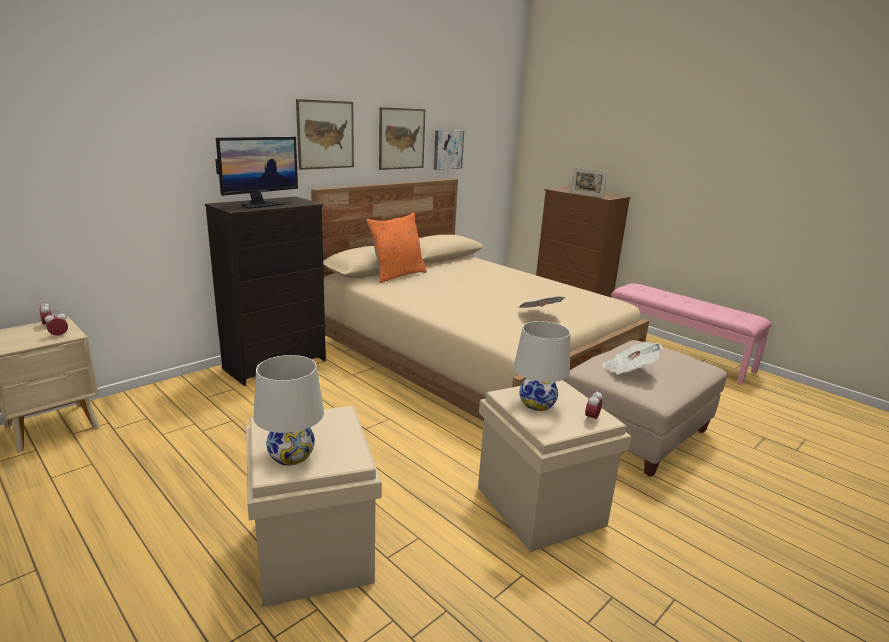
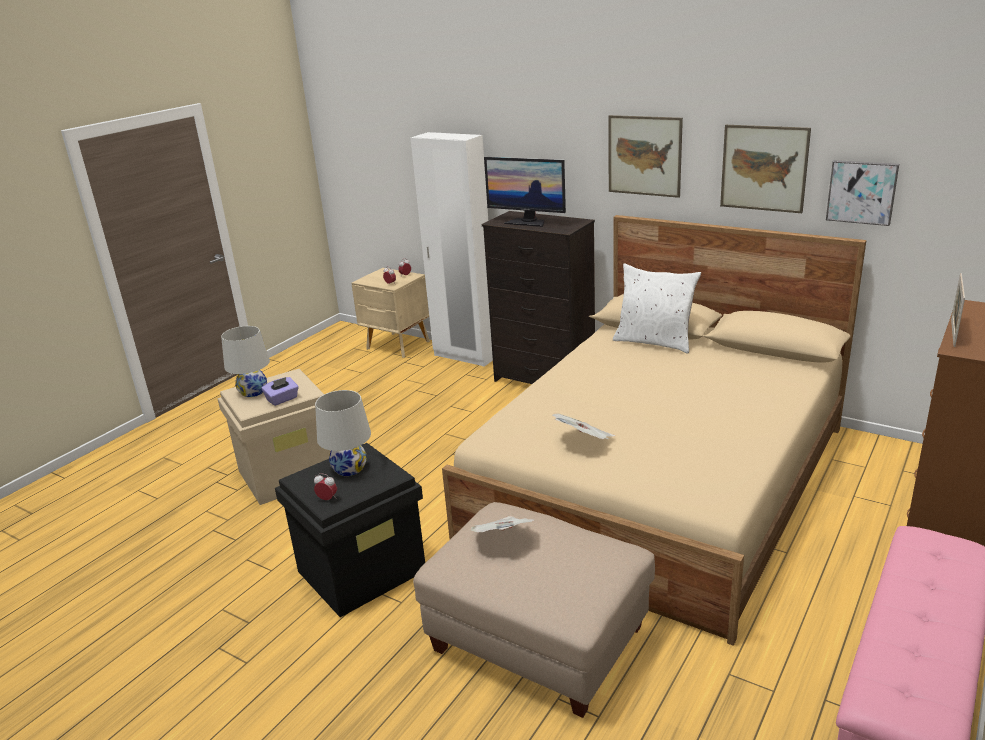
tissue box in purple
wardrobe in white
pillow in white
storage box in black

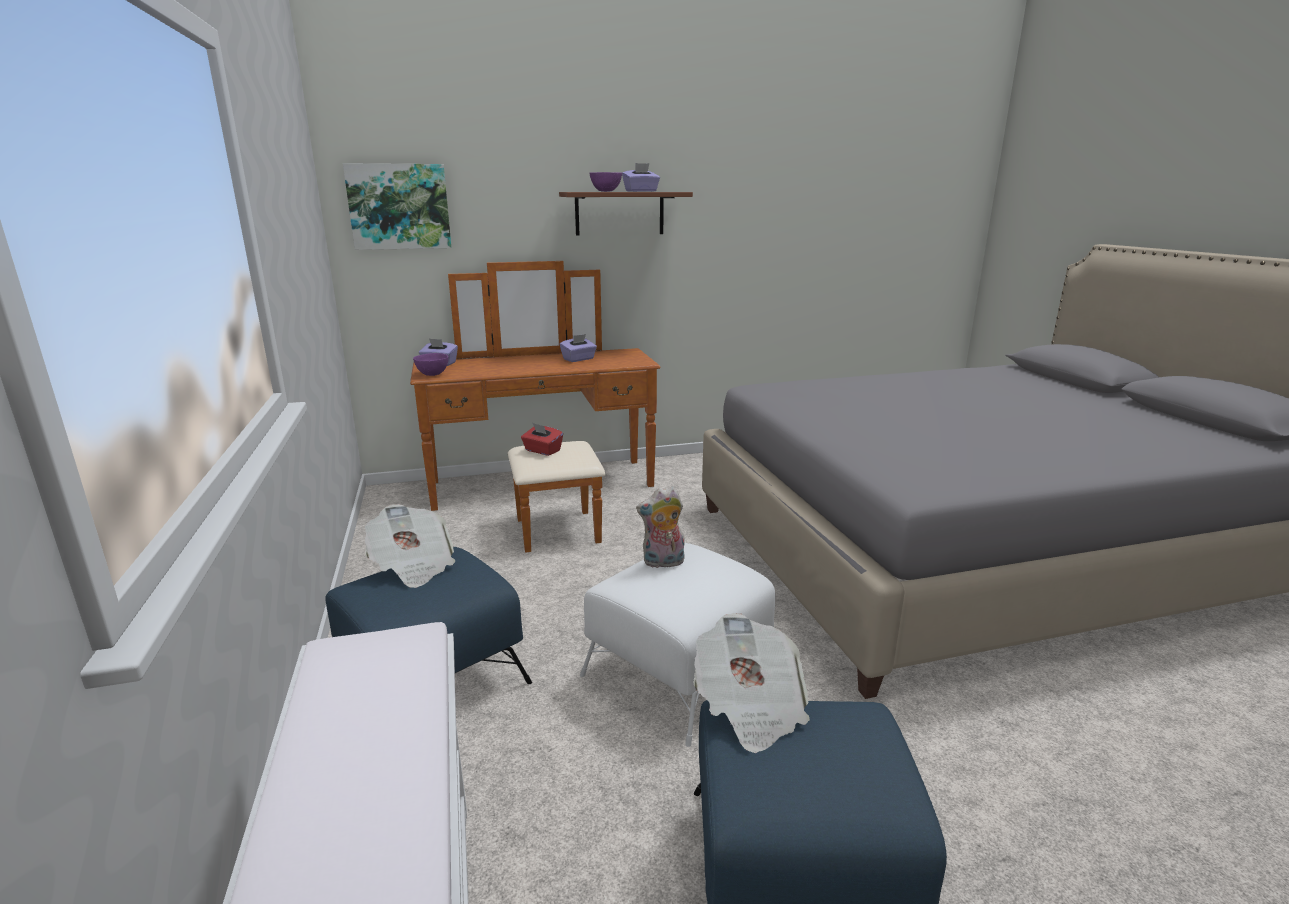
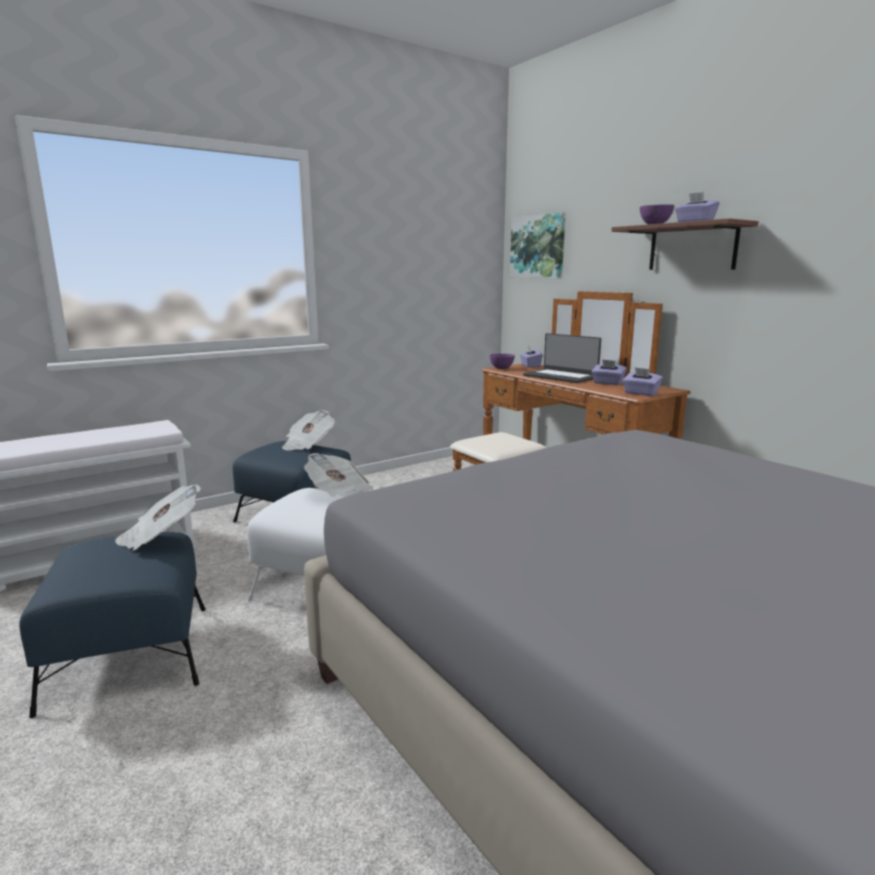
tissue box in red
laptop
tissue box in purple (3rd from left)
newspaper (3rd from left)

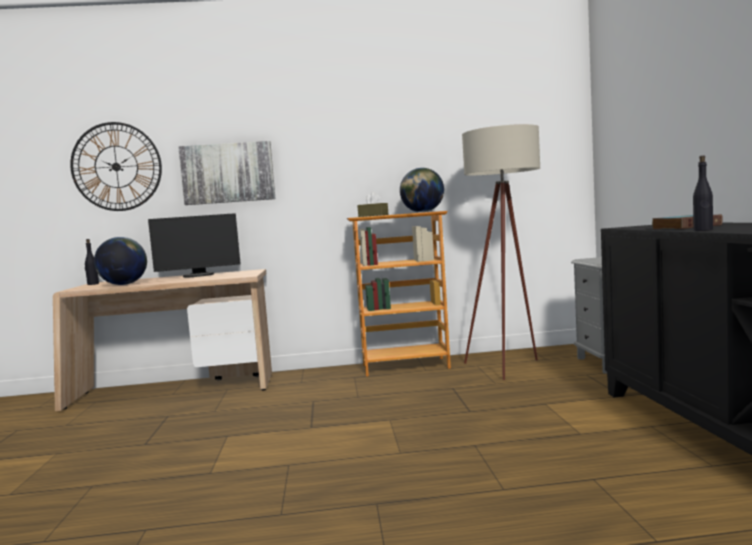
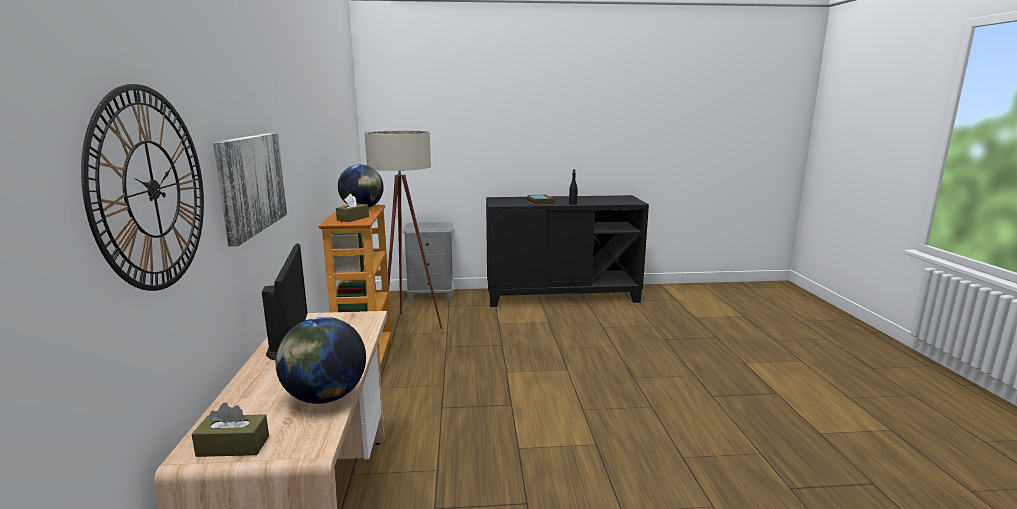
tissue box in brown (1st from left)

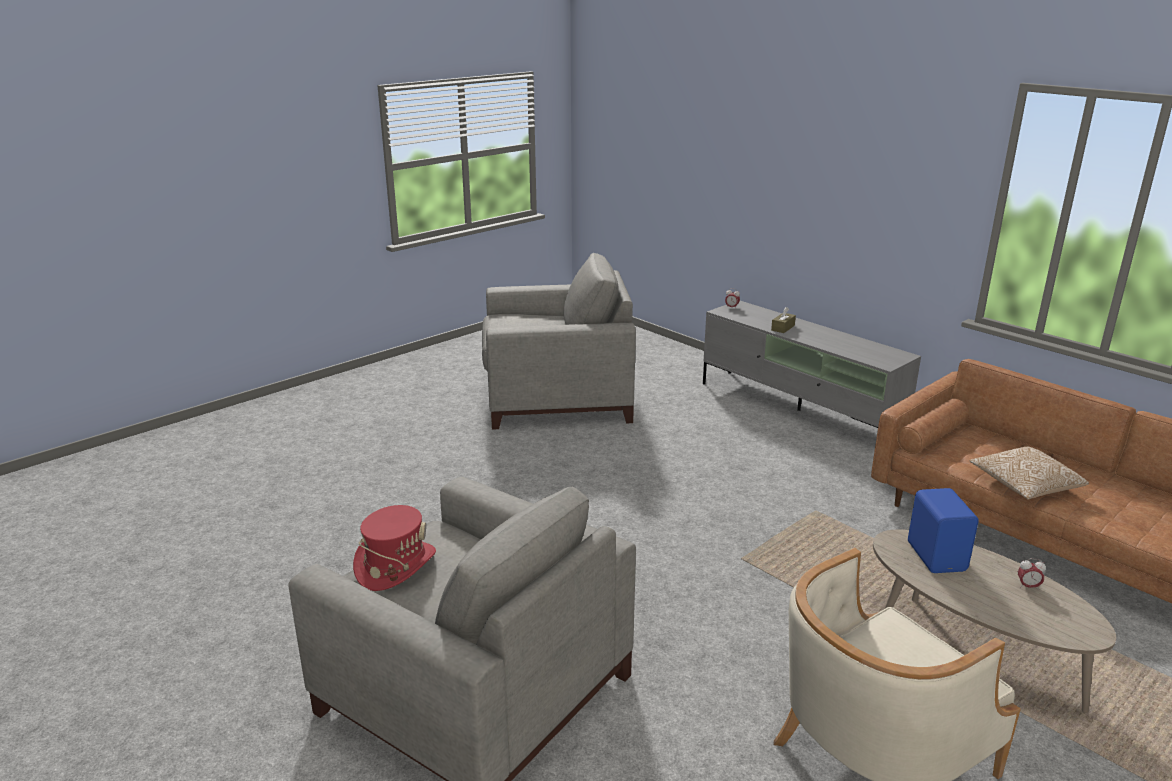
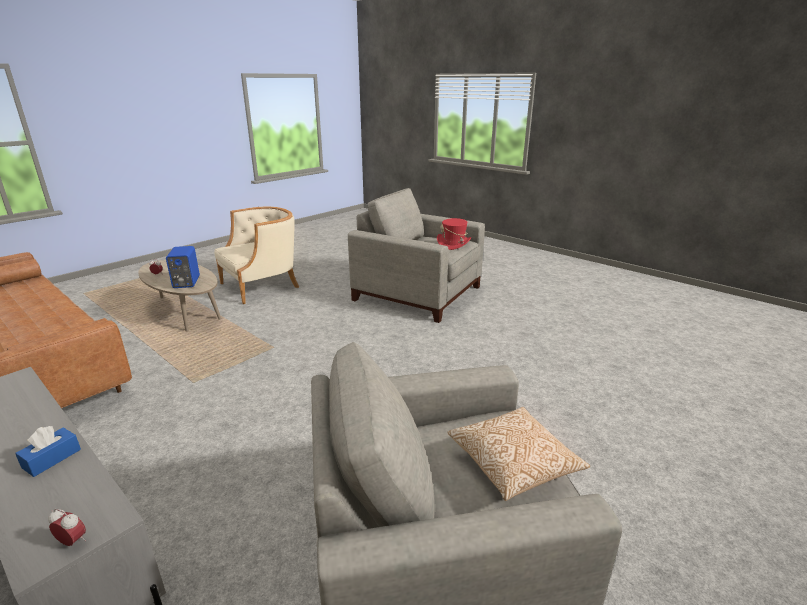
pillow
tissue box in blue

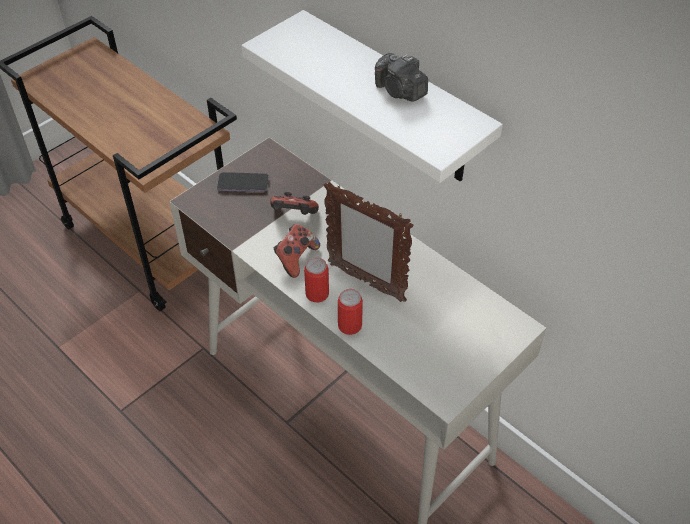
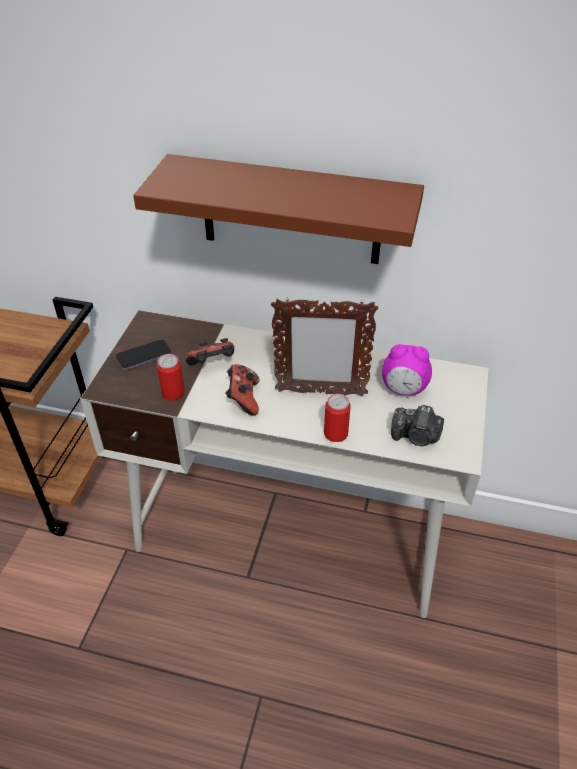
alarm clock
can (1st from left)
photo camera
shelf in brown

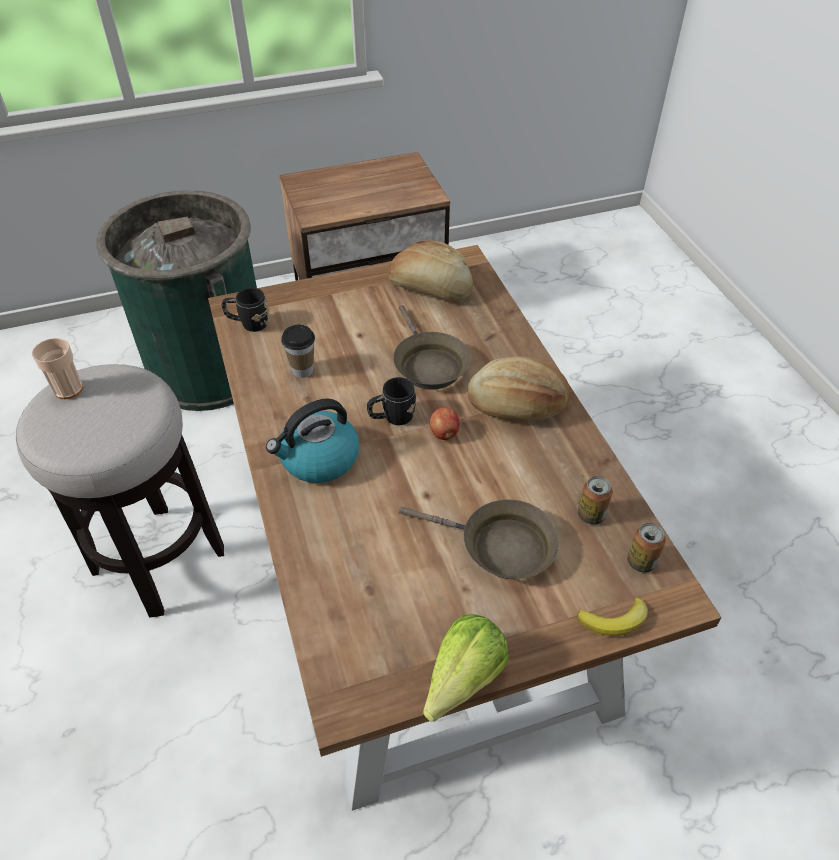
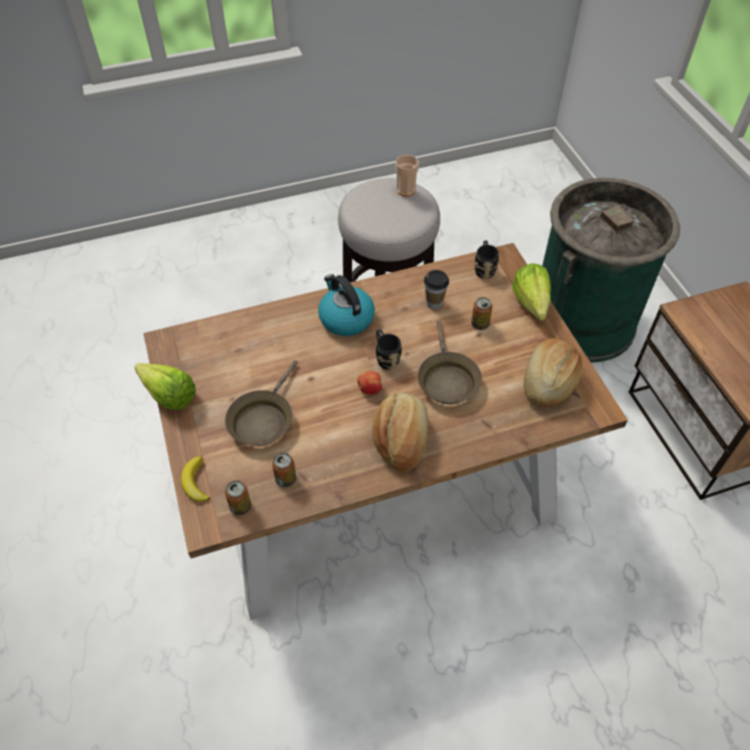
can (3rd from left)
lettuce (2nd from left)
frying pan in brown (2nd from left)

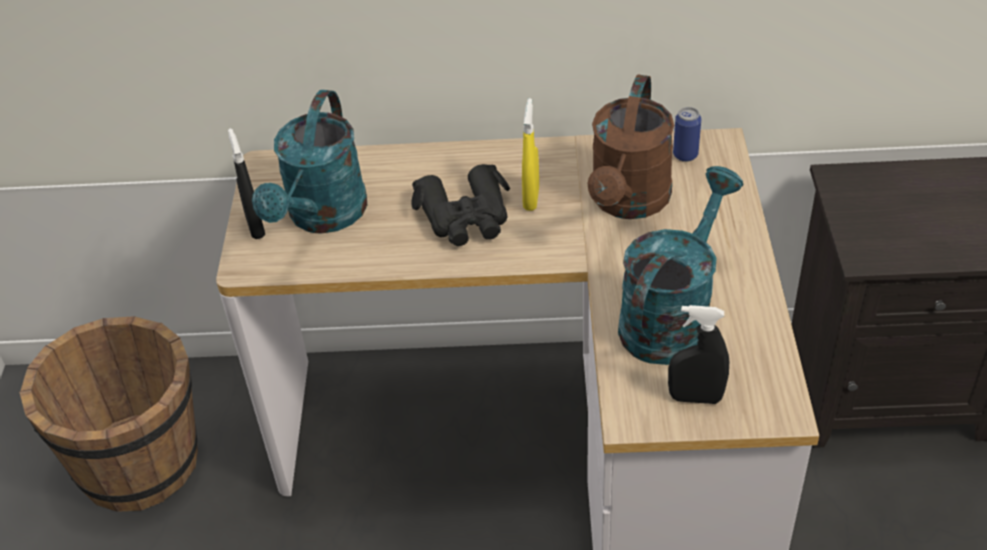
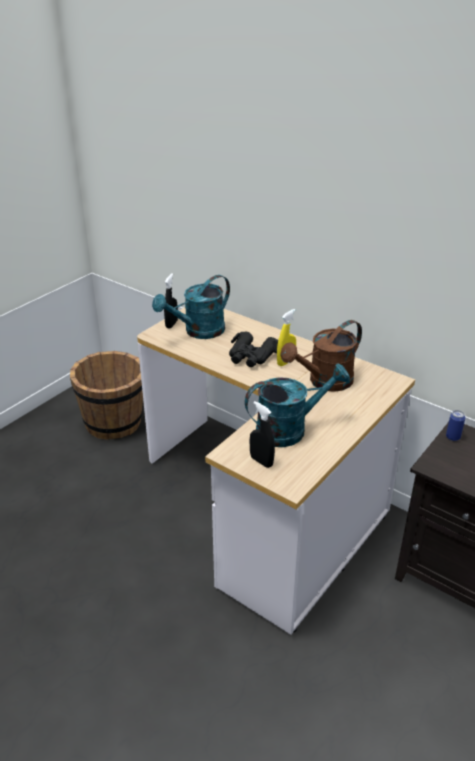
can

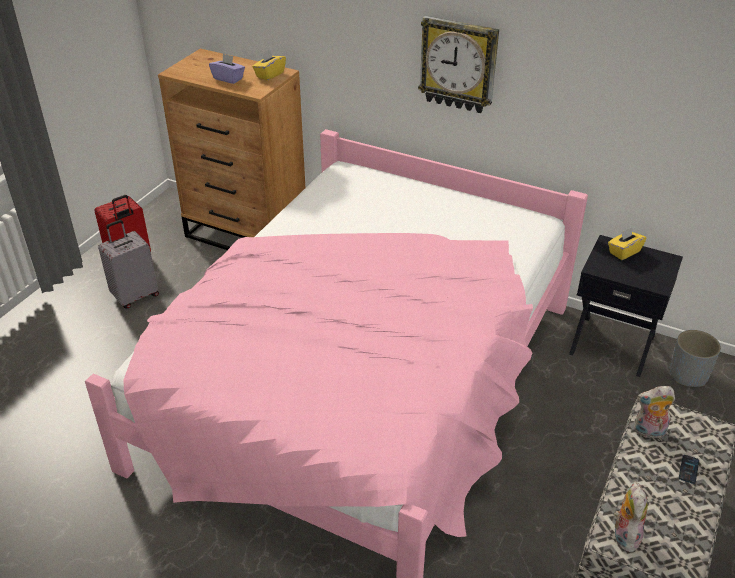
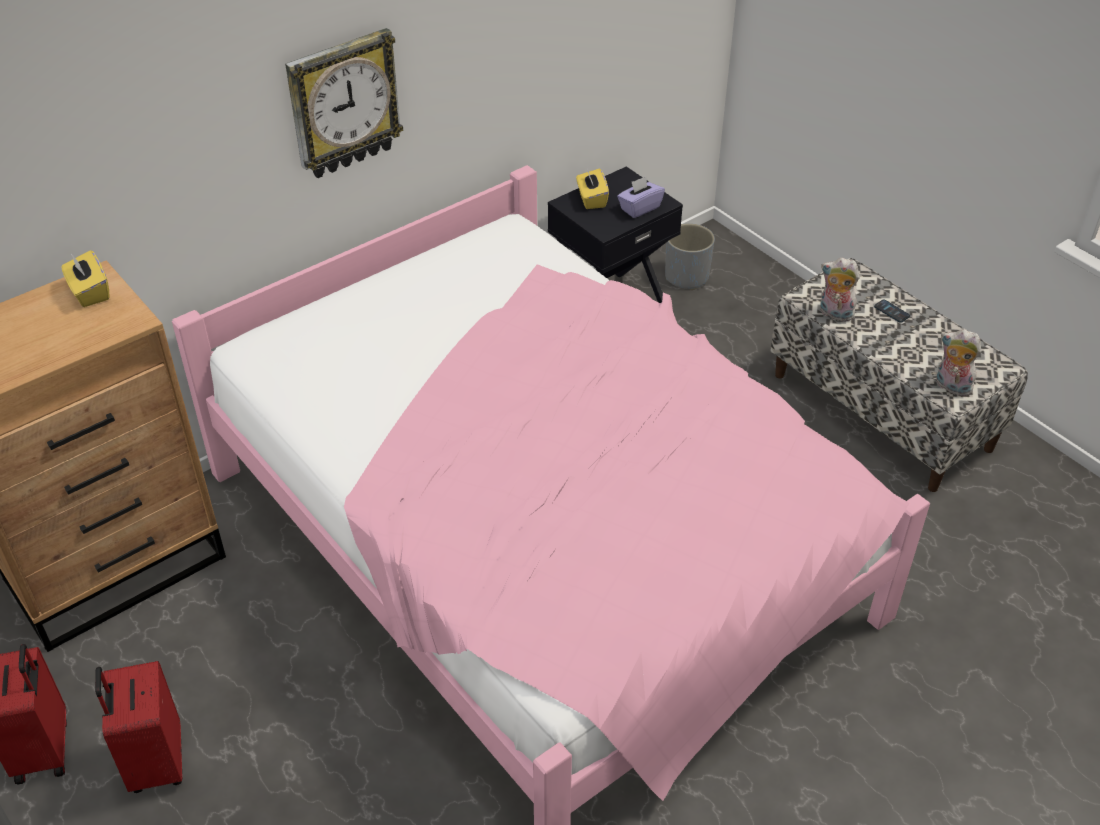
tissue box in purple
suitcase in red (2nd from left)
plush toy (1st from left)

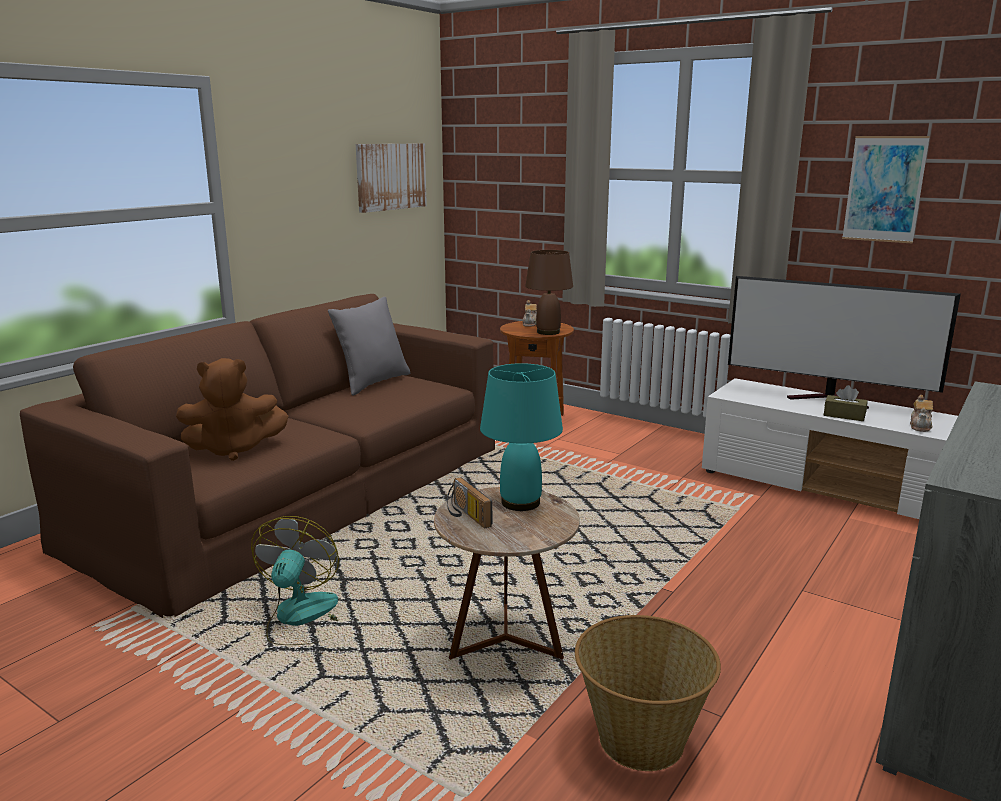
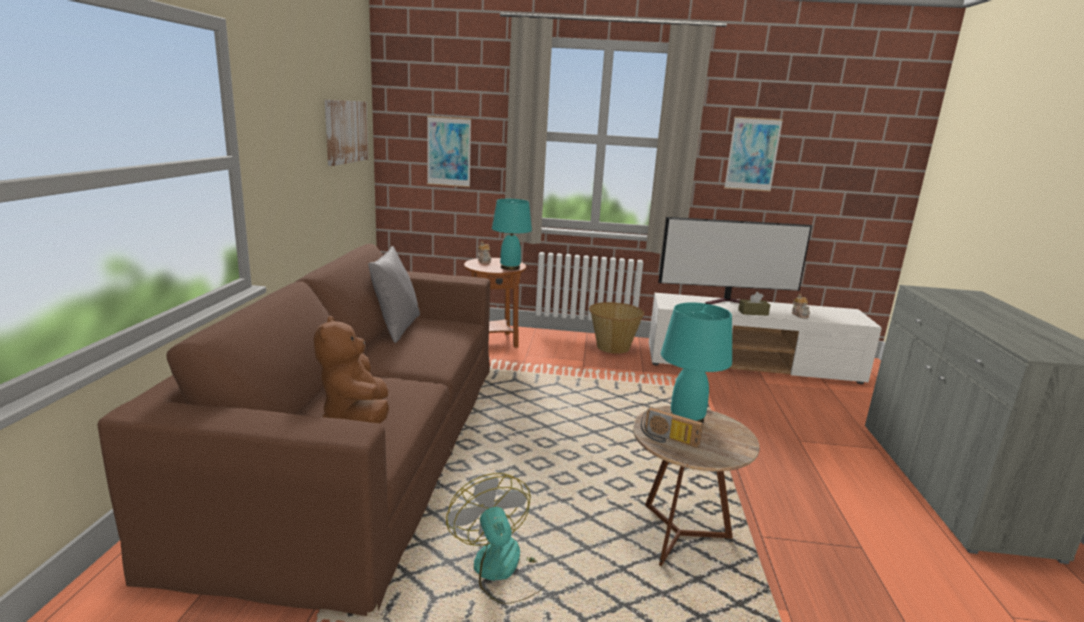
picture (2nd from left)
basket
table lamp in turquoise (1st from left)
plush toy in brown

